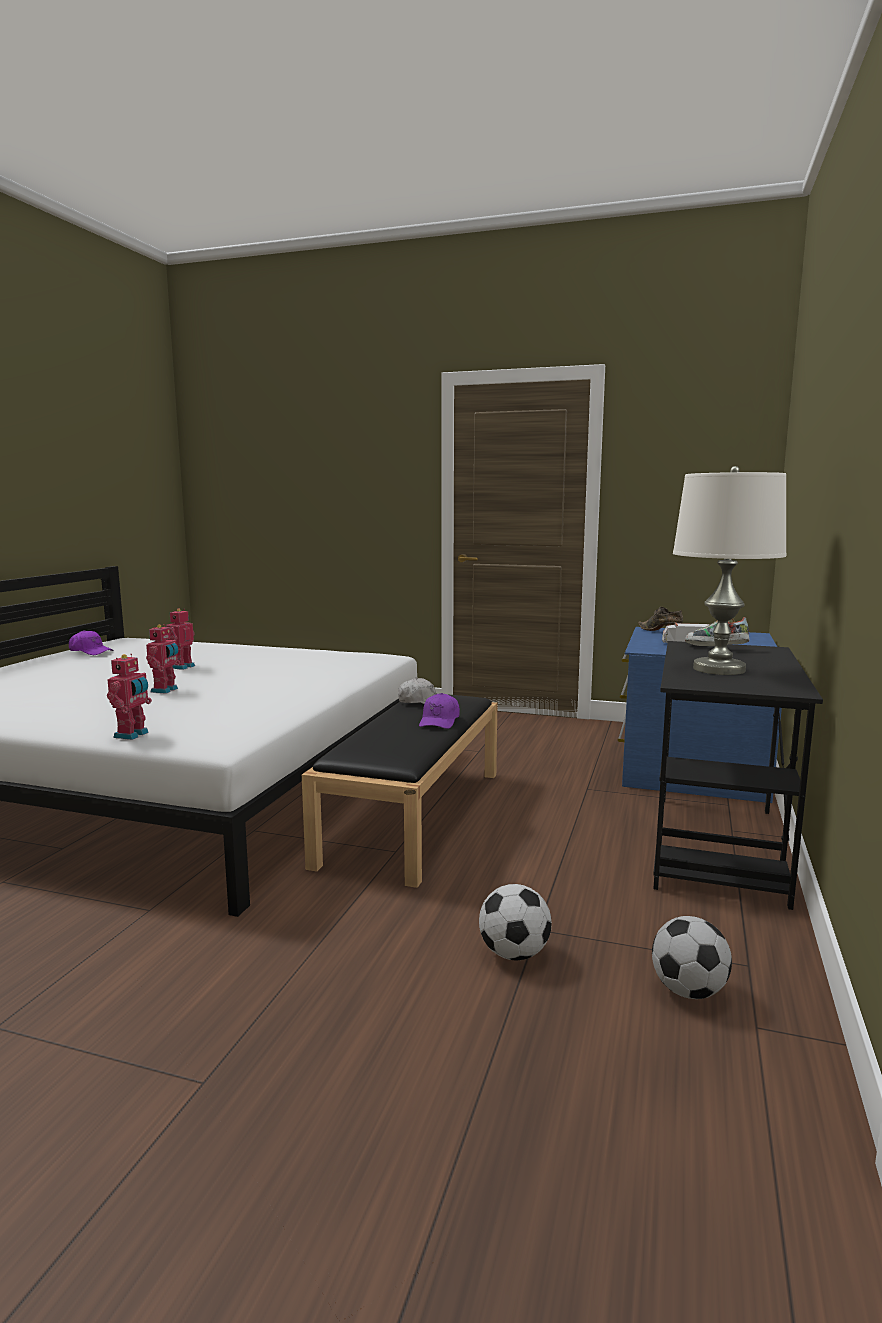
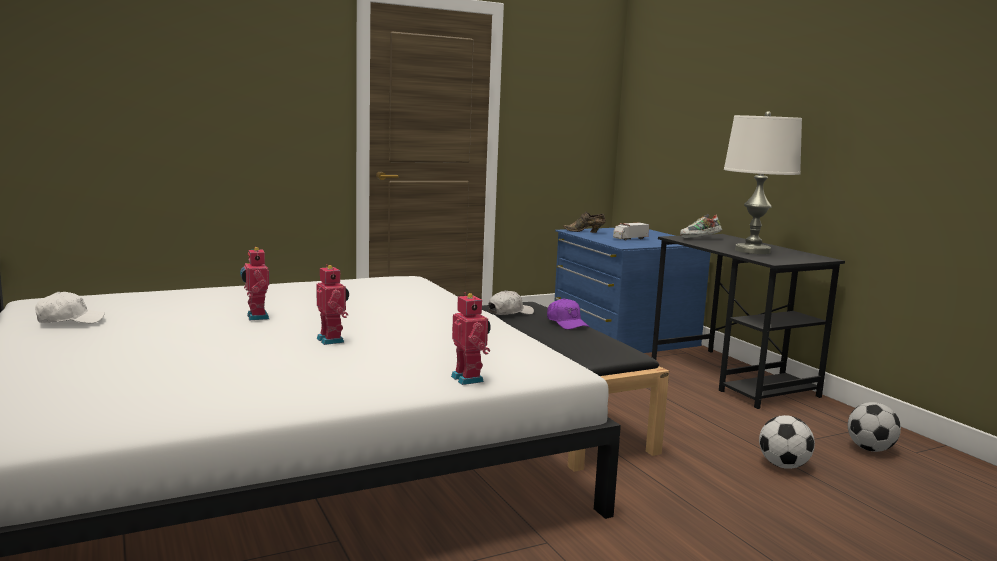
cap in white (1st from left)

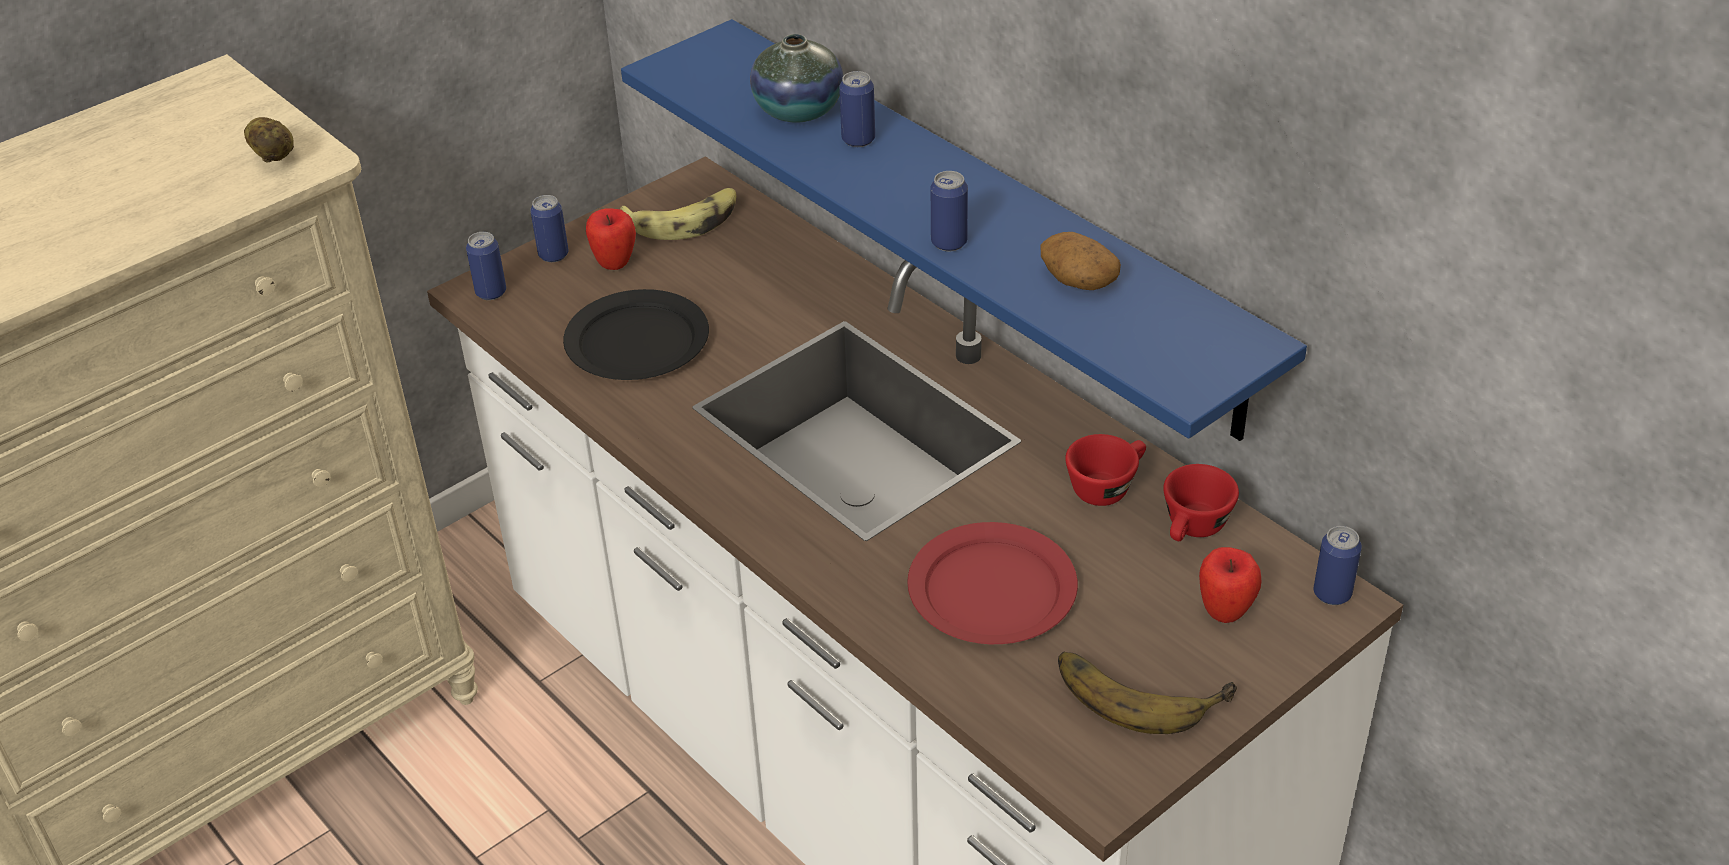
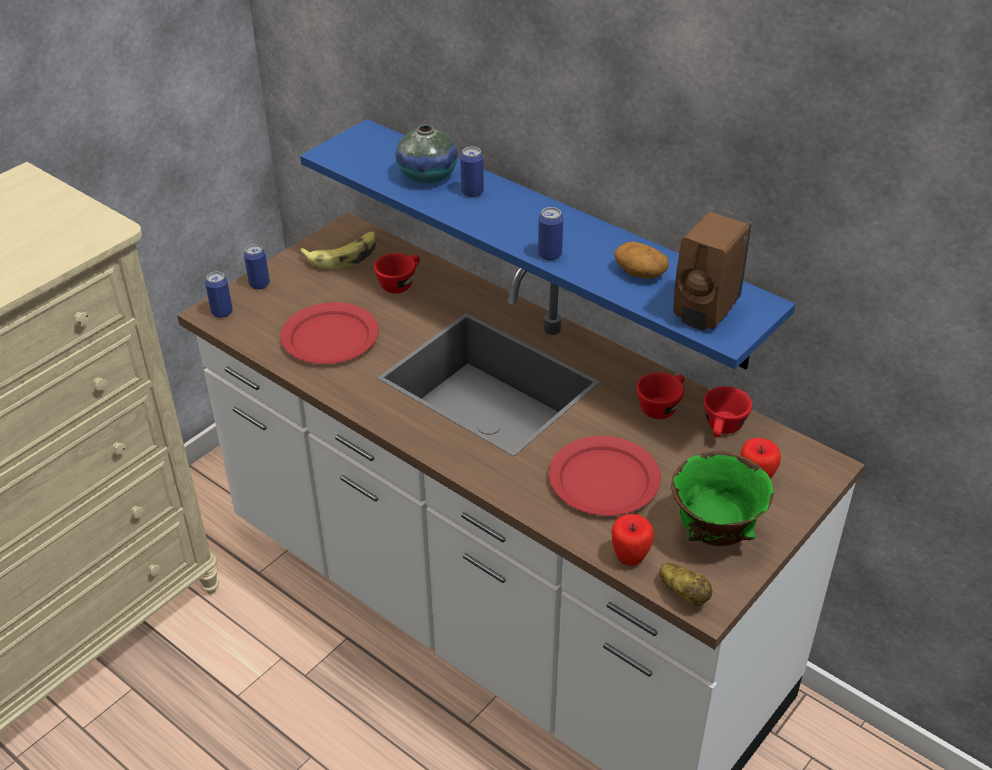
can (5th from left in the first image)
cup in red (1st from left)
soap dispenser in brown
potato (2nd from left)
apple (1st from left)
bowl in green
plate in red (1st from left)

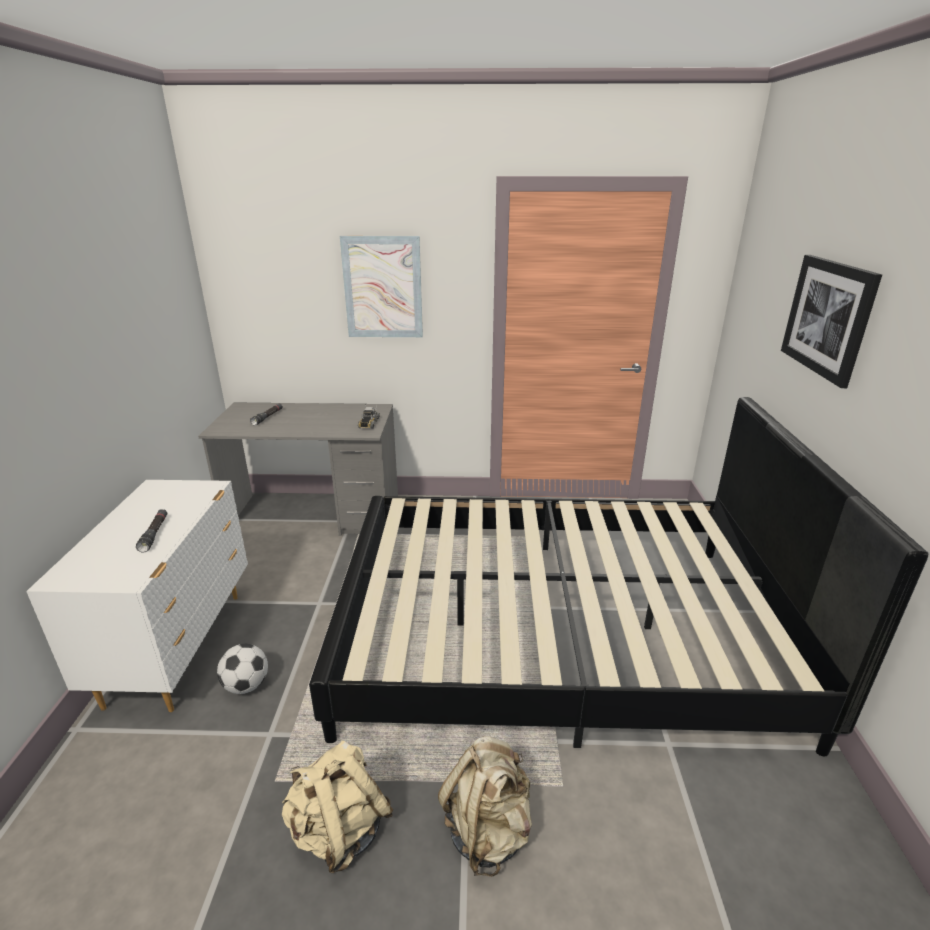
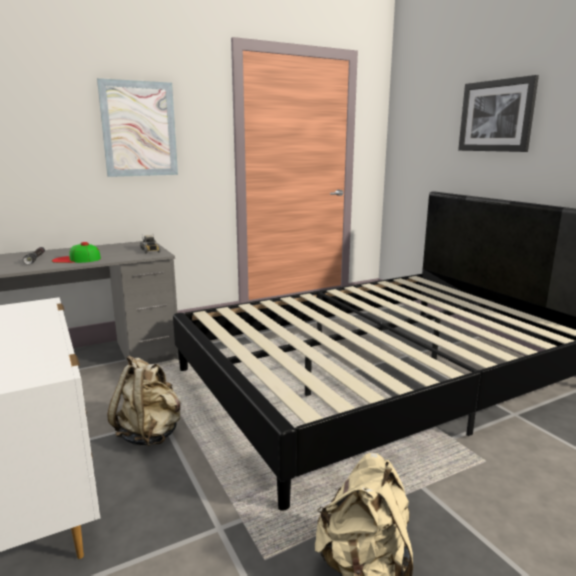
flashlight in black (1st from left in the first image)
football
cap
backpack in beige (1st from left)

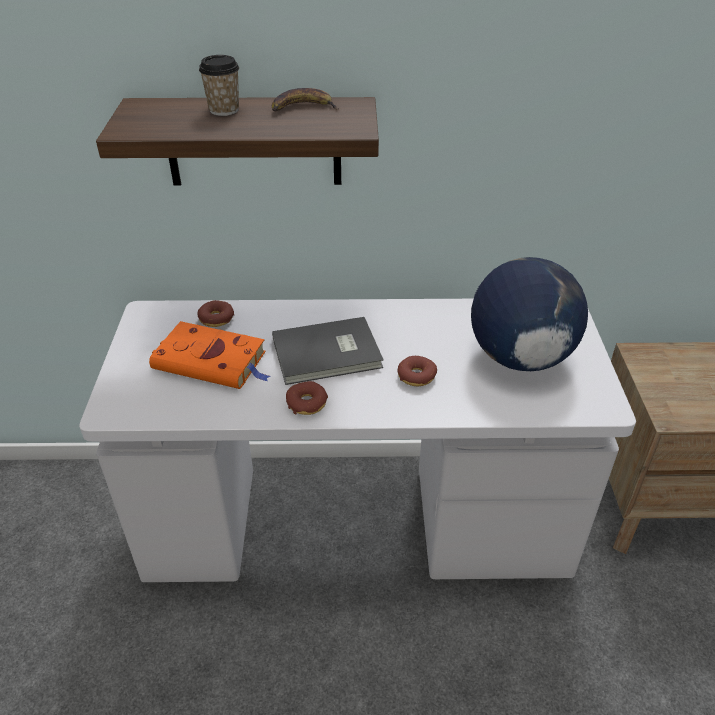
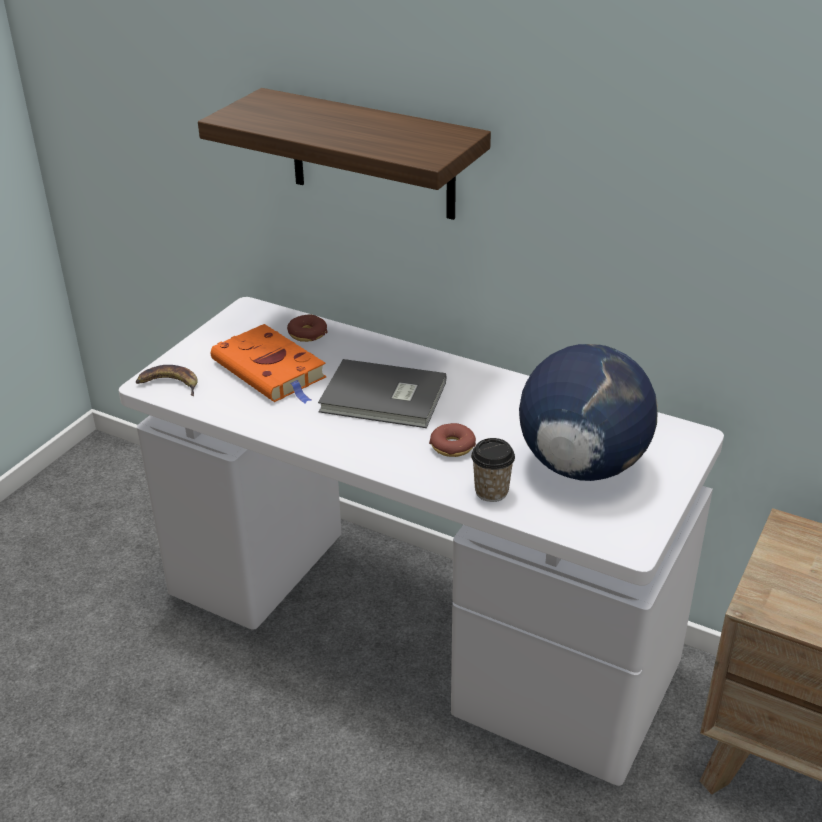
donut (2nd from left in the first image)
cup
banana

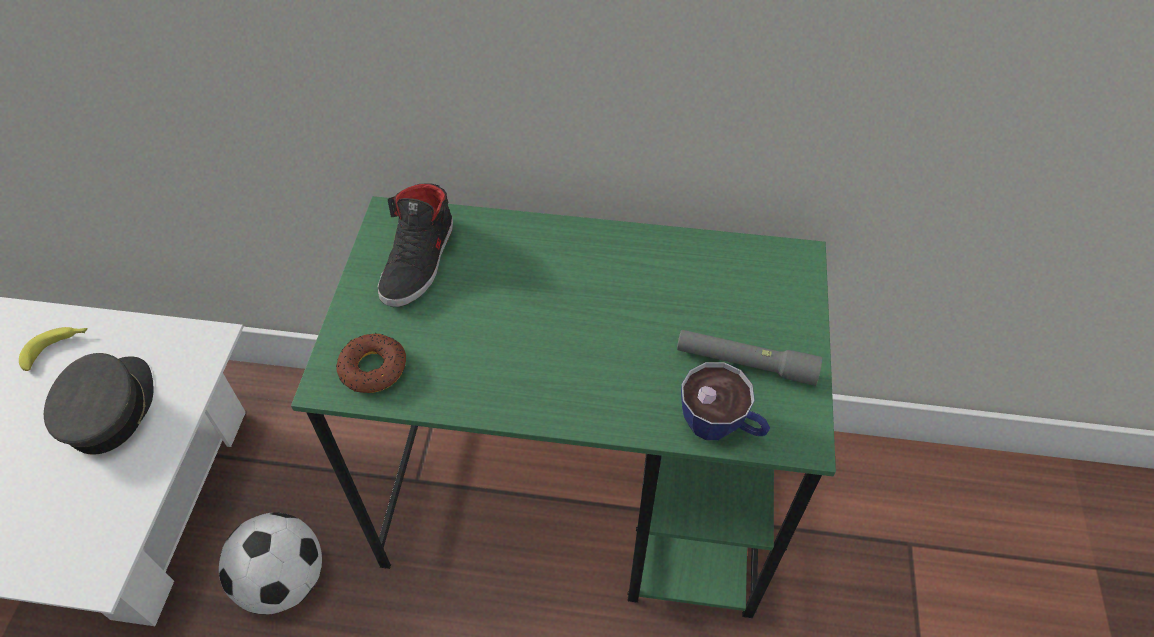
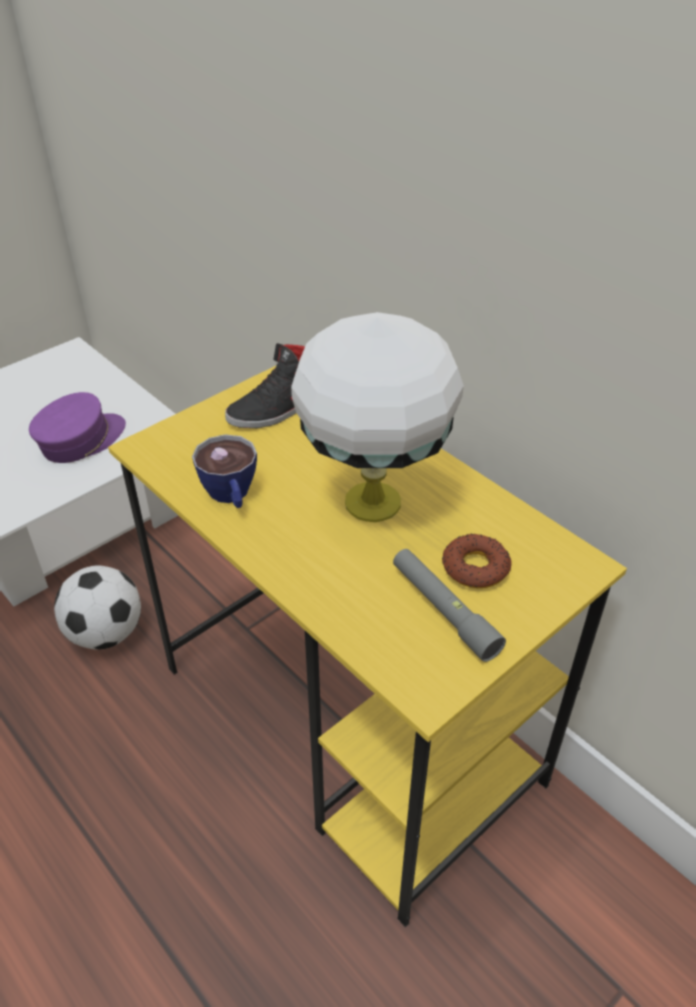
banana
table lamp in white
donut
cup
cap in purple
desk in yellow

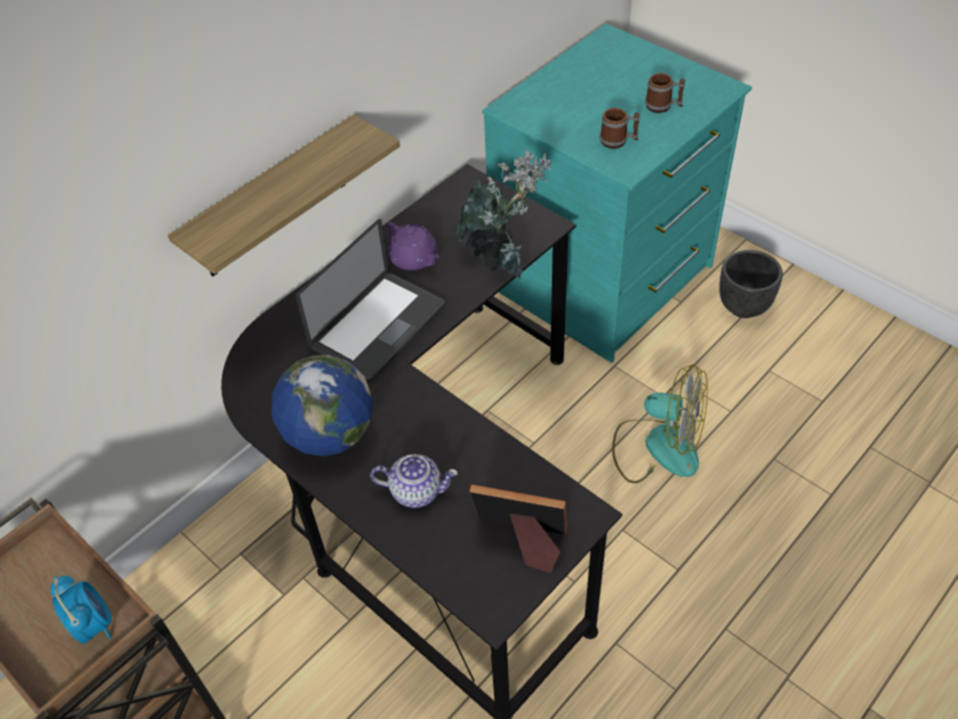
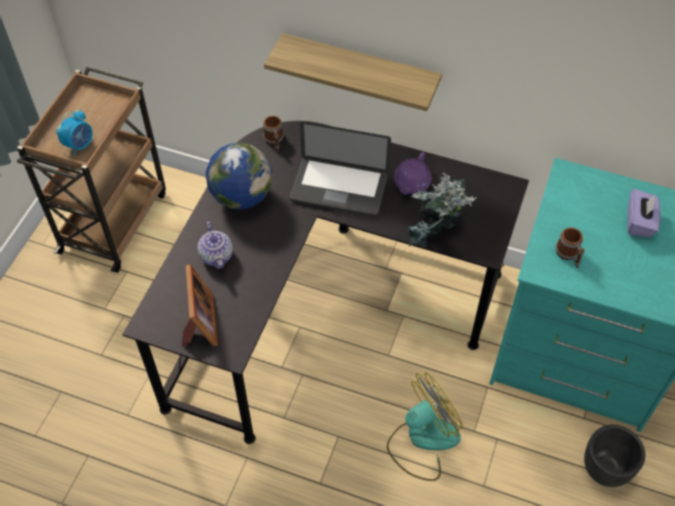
tissue box in purple
mug (1st from left)
fan

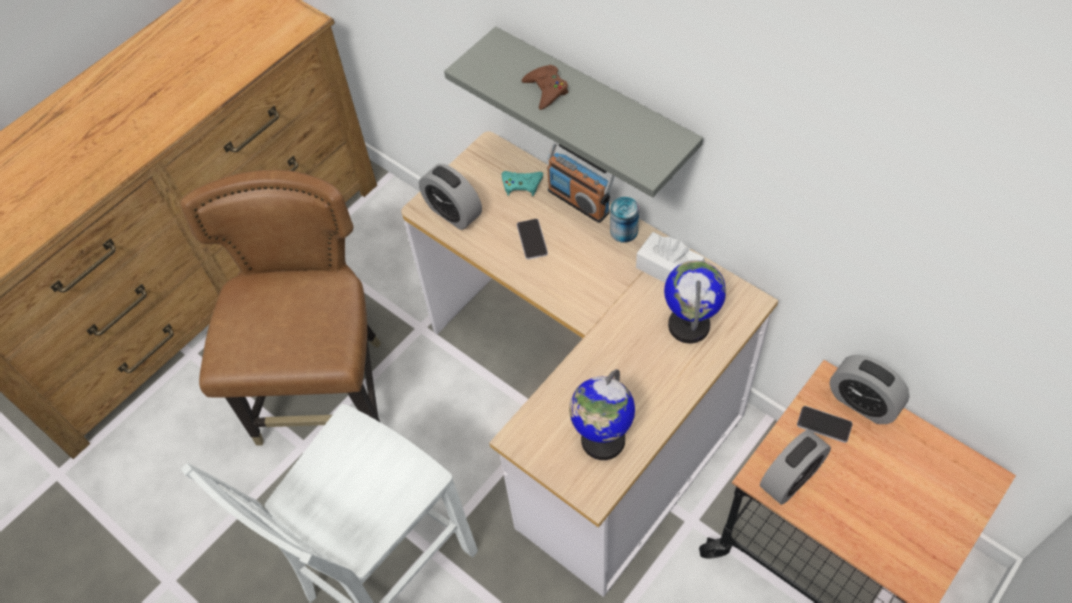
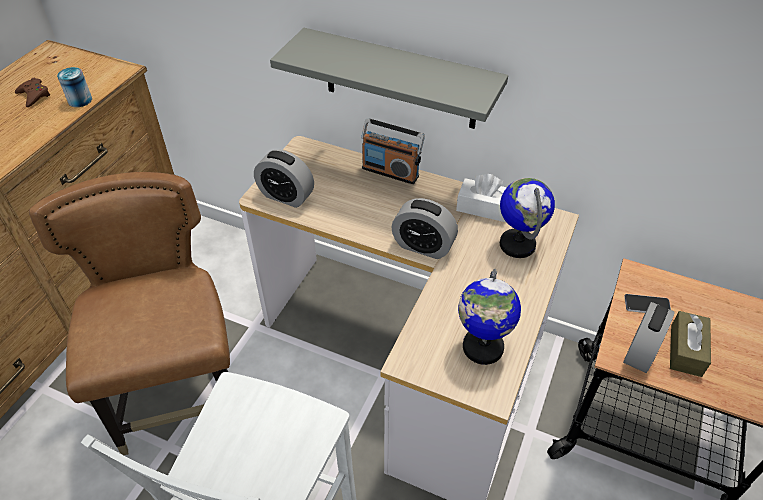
game controller in turquoise
phone (1st from left in the first image)
tissue box in brown
game controller in brown
can
alarm clock (2nd from left)

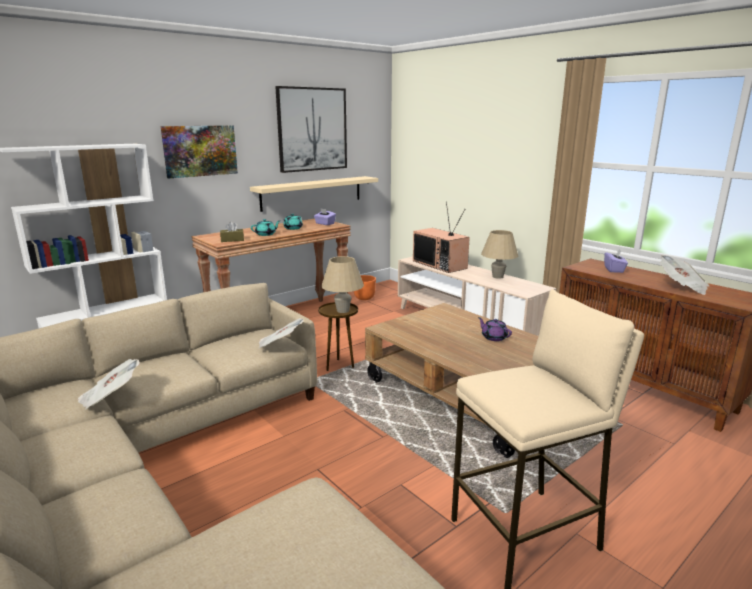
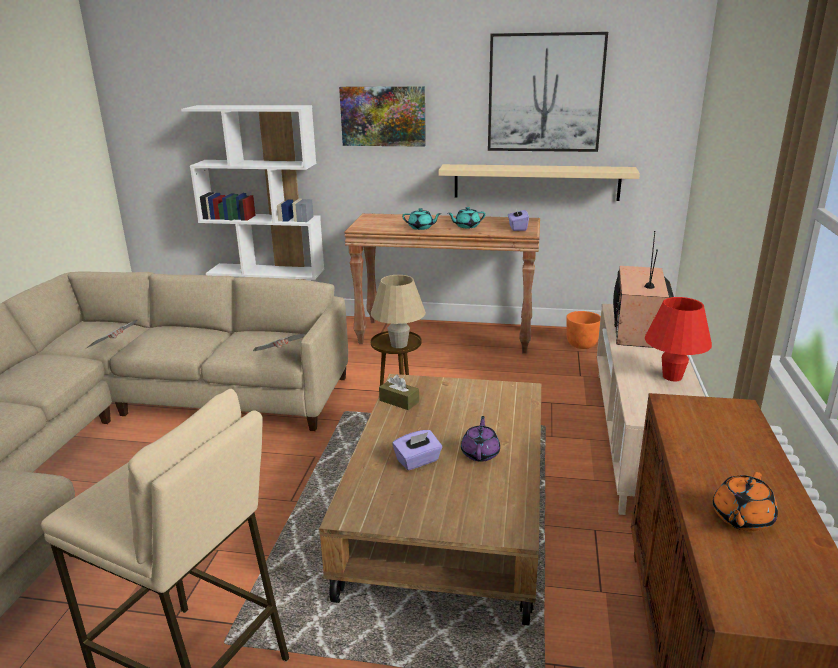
tissue box in brown
tissue box in purple (1st from left)
teapot in orange
table lamp in red

